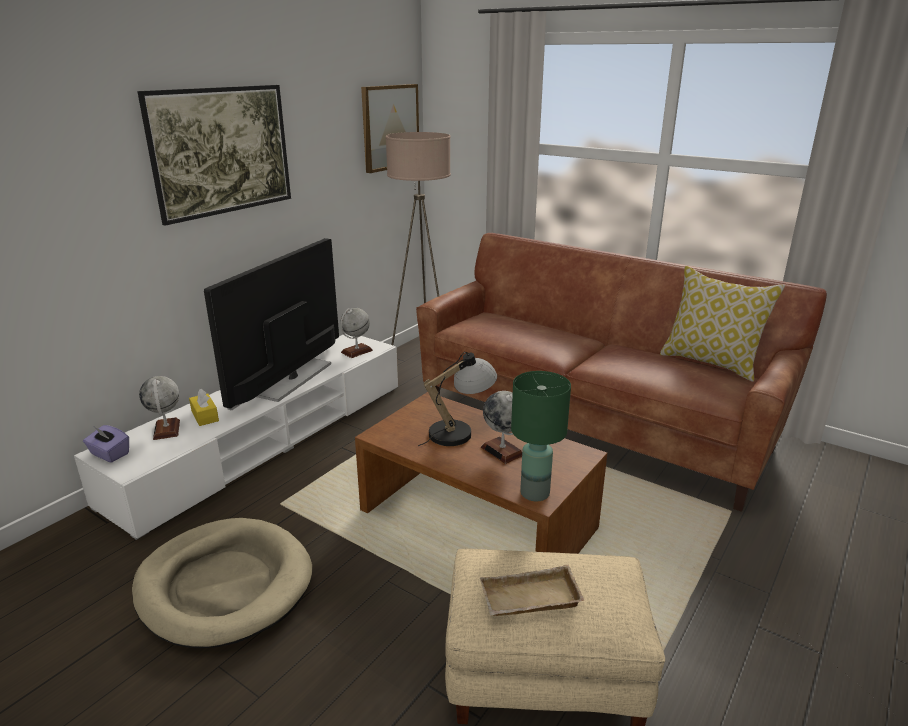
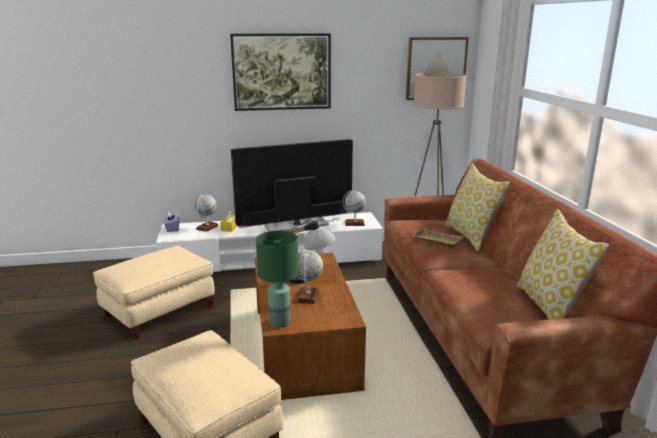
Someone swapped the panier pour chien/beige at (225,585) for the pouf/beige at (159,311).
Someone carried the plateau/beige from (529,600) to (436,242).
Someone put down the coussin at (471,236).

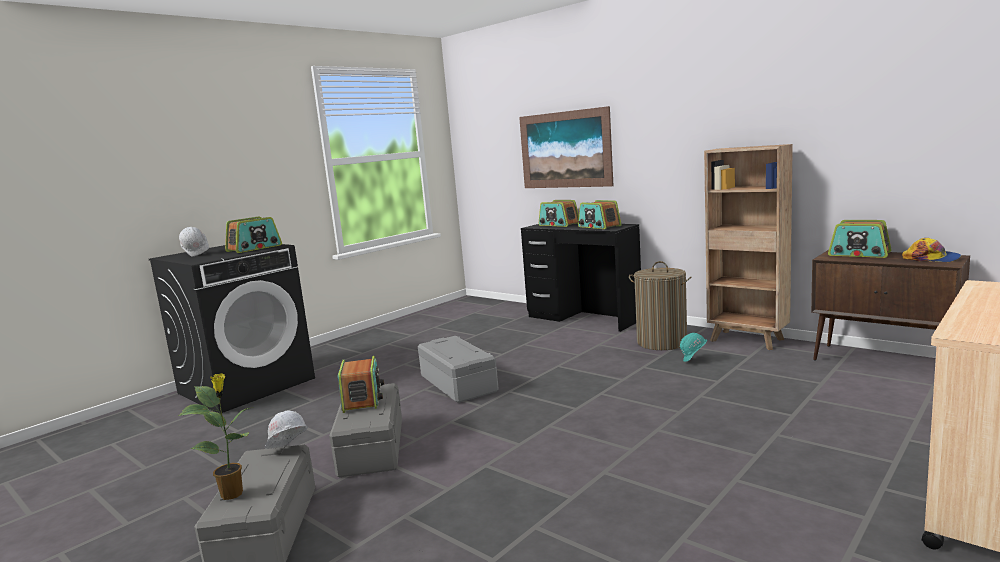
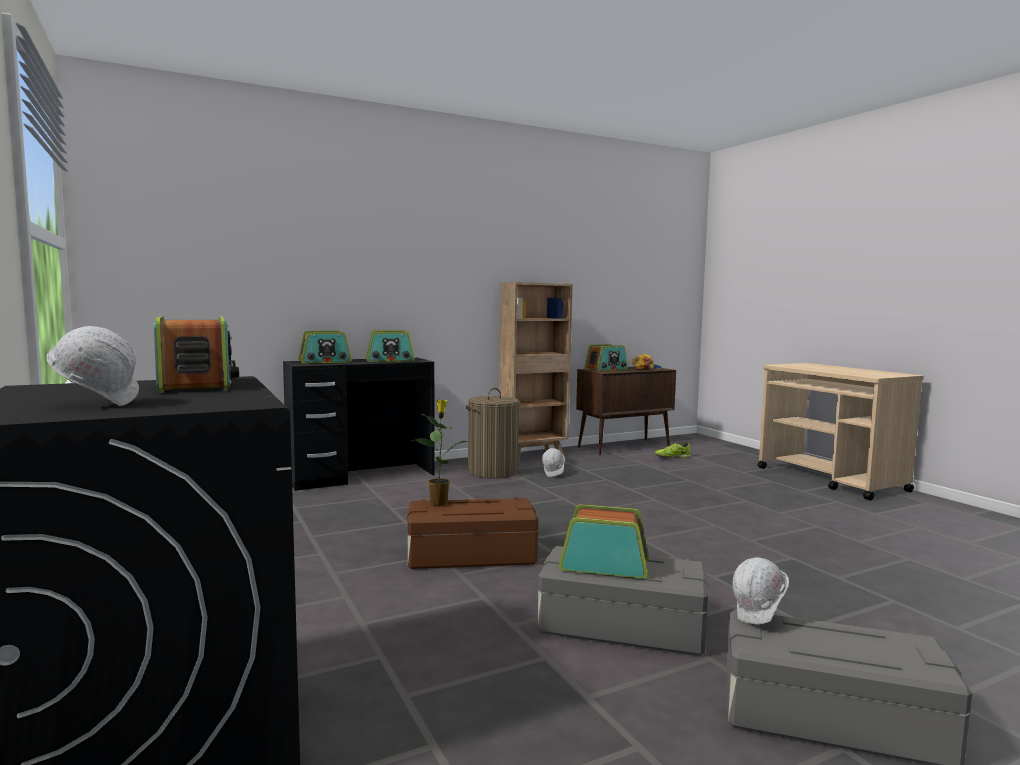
Someone repainted the boîte de rangement/gris at (457,384), which became the boîte de rangement/marron at (470,556).
Someone carried the plante en pot from (233,494) to (439,502).
Someone repainted the casque de chantier/turquoise at (694,361), which became the casque de chantier/blanc at (554,474).
Someone put down the chaussure at (672,457).
Someone took away the tableau at (565,150).

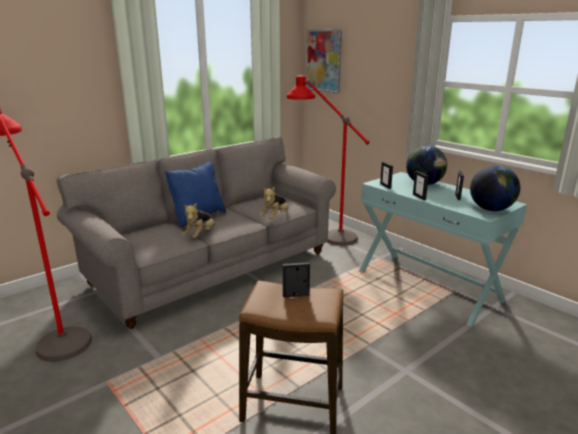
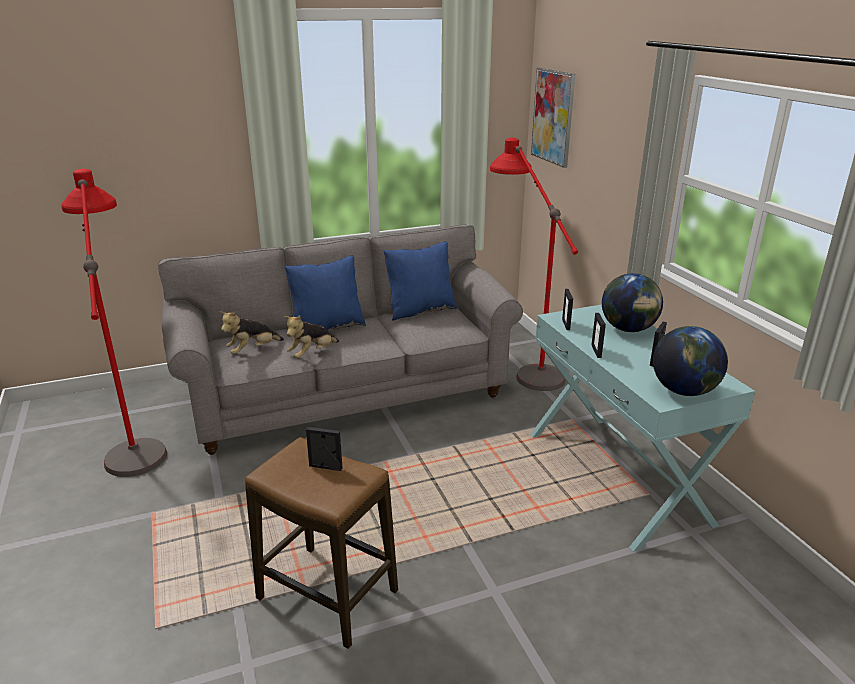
Someone carried the peluche from (275,217) to (252,350).
Someone put down the coussin/bleu at (420,310).

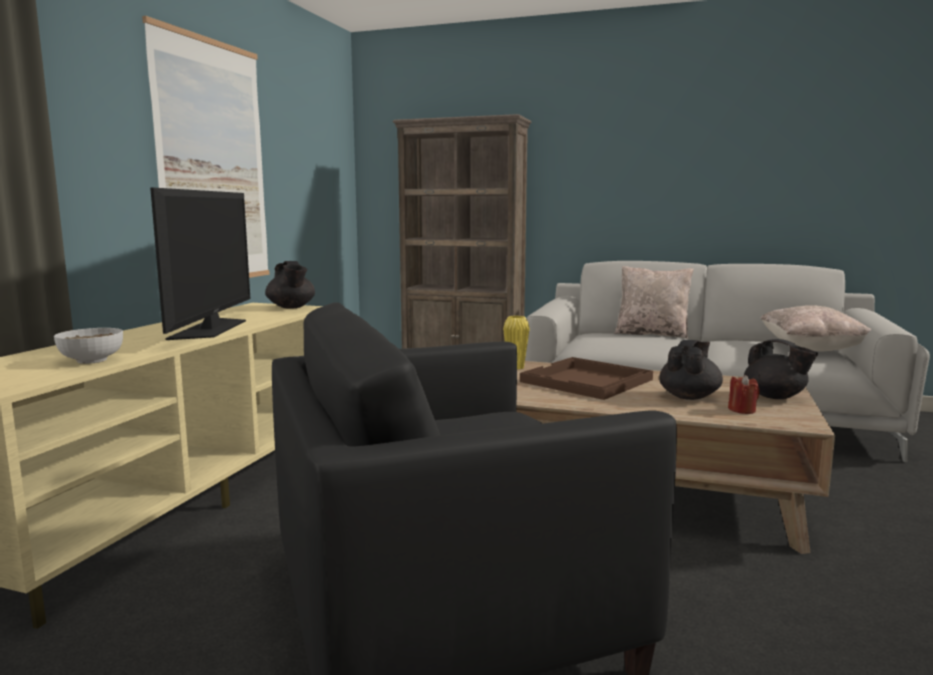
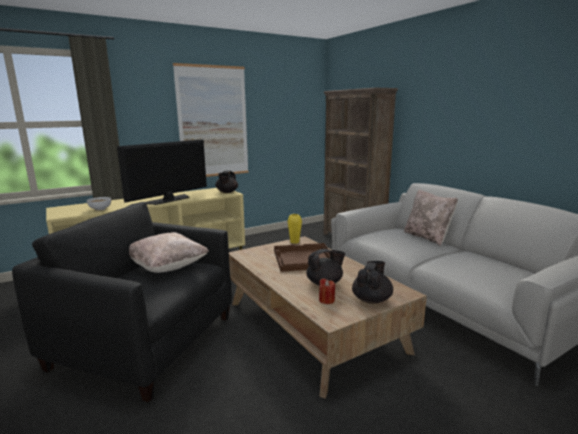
Someone carried the coussin/beige from (811,349) to (167,267).
Someone rotated the théière/noir at (775,397) by 150 degrees counterclockwise.

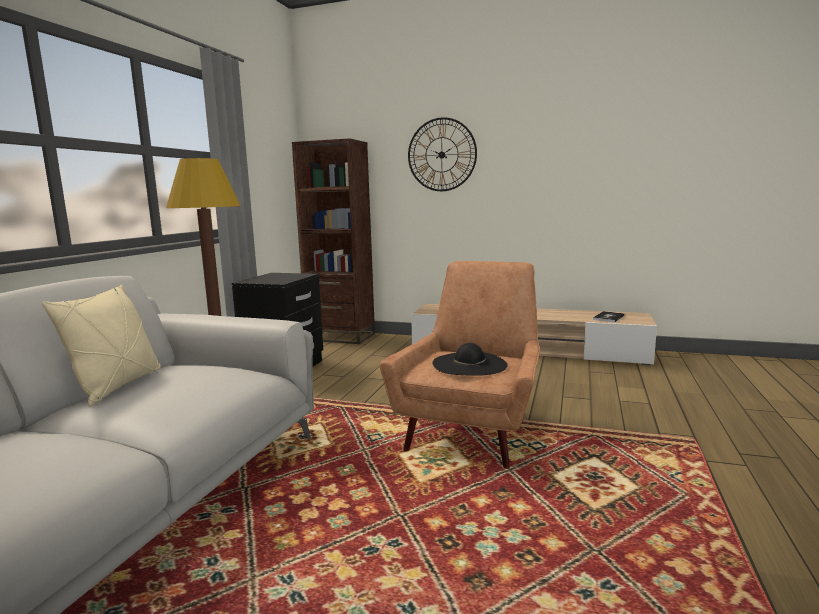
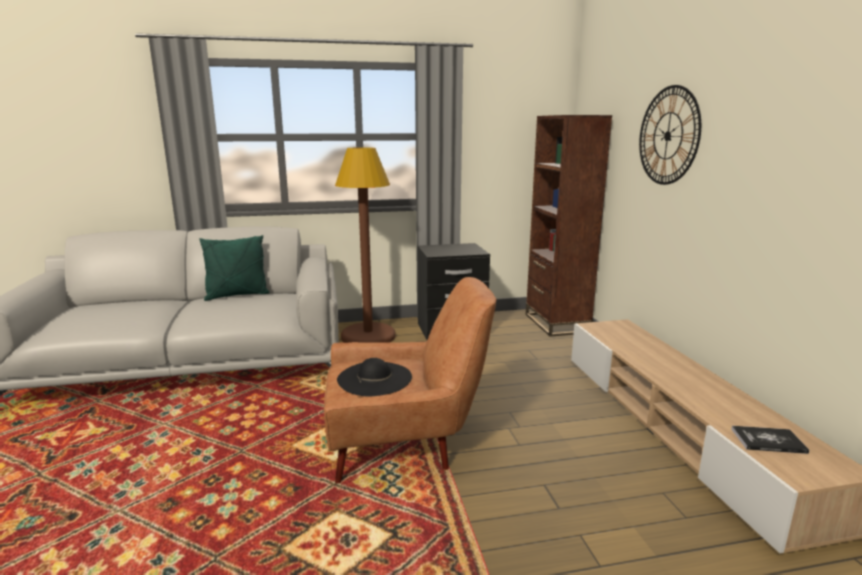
Someone repainted the coussin/beige at (117,386), which became the coussin/vert at (237,295).

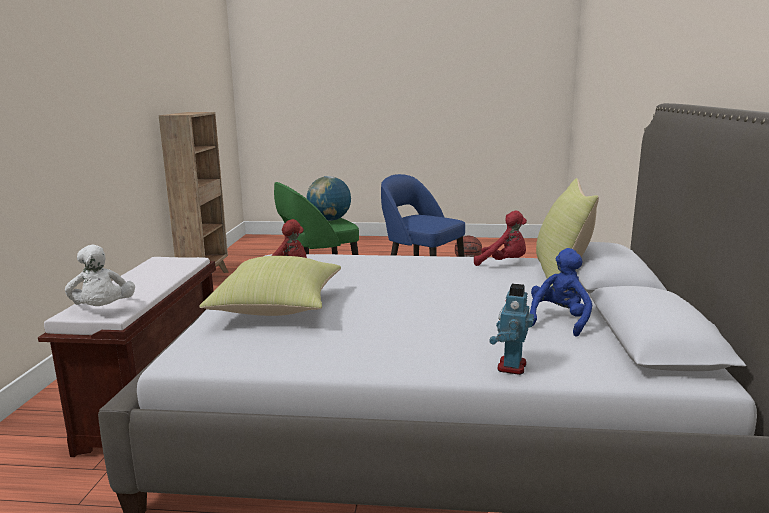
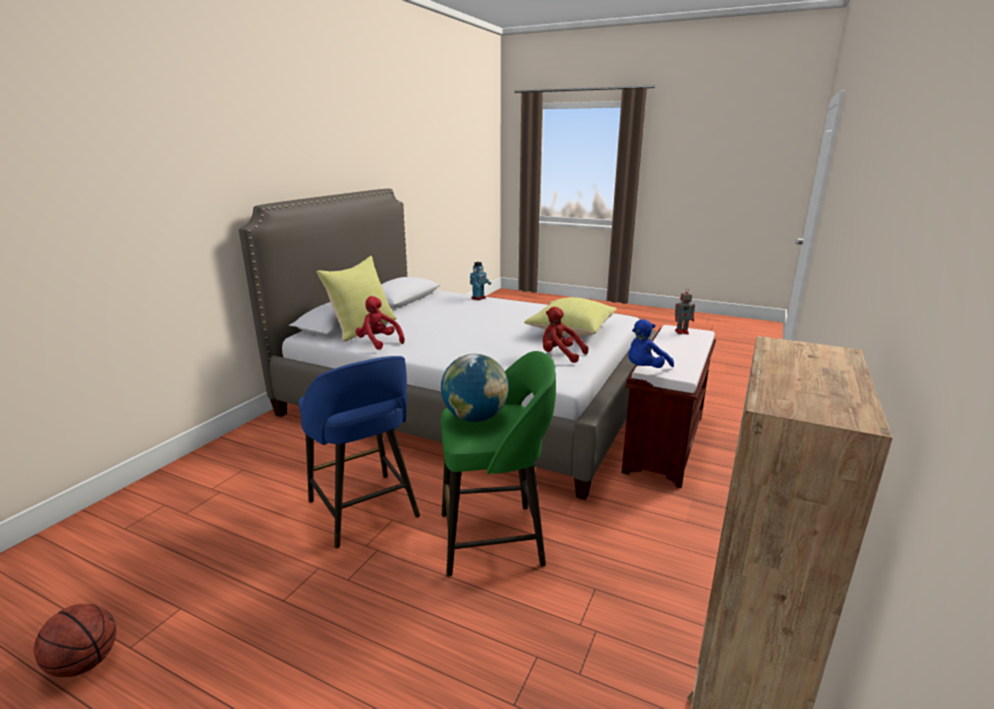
Someone carried the peluche/bleu from (559,320) to (645,369).
Someone swapped the peluche/blanc at (103,310) for the robot jouet at (682,332).

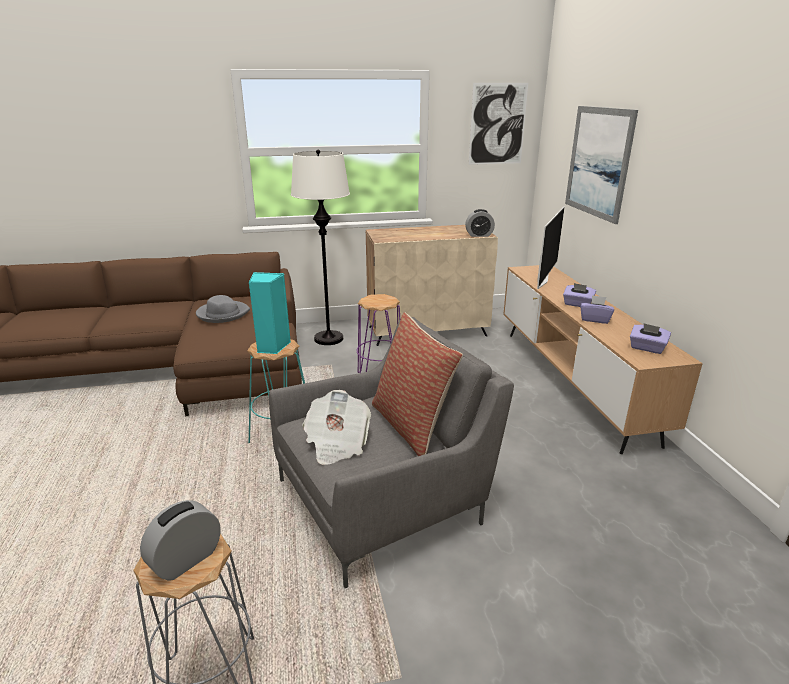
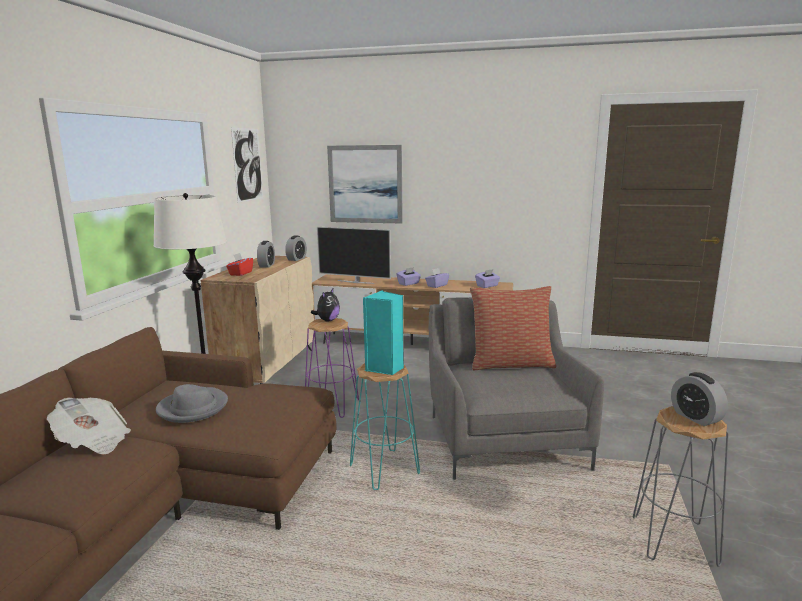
Someone carried the journal from (337,443) to (93,441).
Someone put down the boîte à mouchoirs/rouge at (240,273).
Someone put down the réveil at (266,265).
Someone put down the peluche at (327,320).
Someone rotated the téléviseur at (542,281) by 150 degrees clockwise.

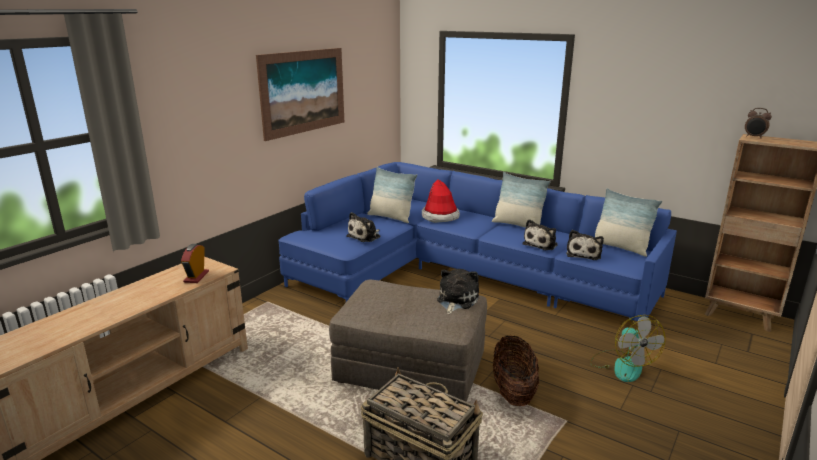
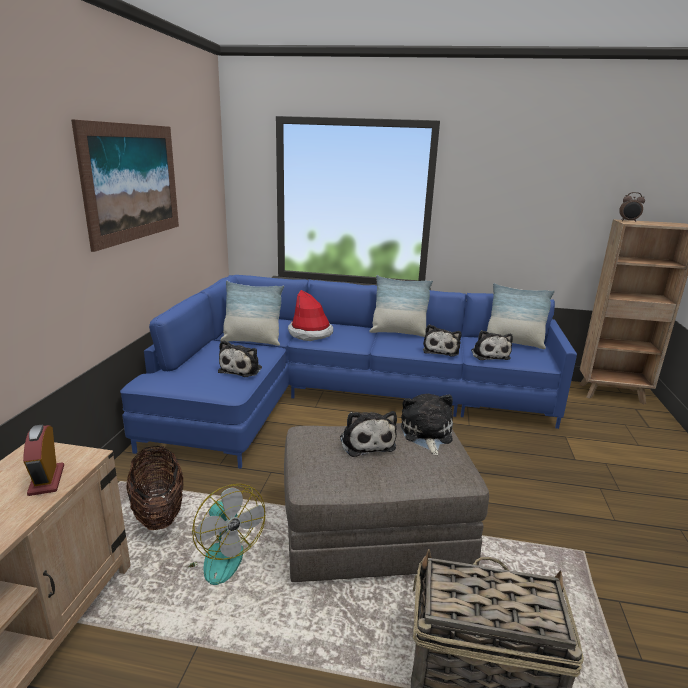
Someone carried the panier from (513,392) to (159,512).
Someone carried the ventilateur from (622,365) to (217,555).
Someone put down the peluche at (366,442).

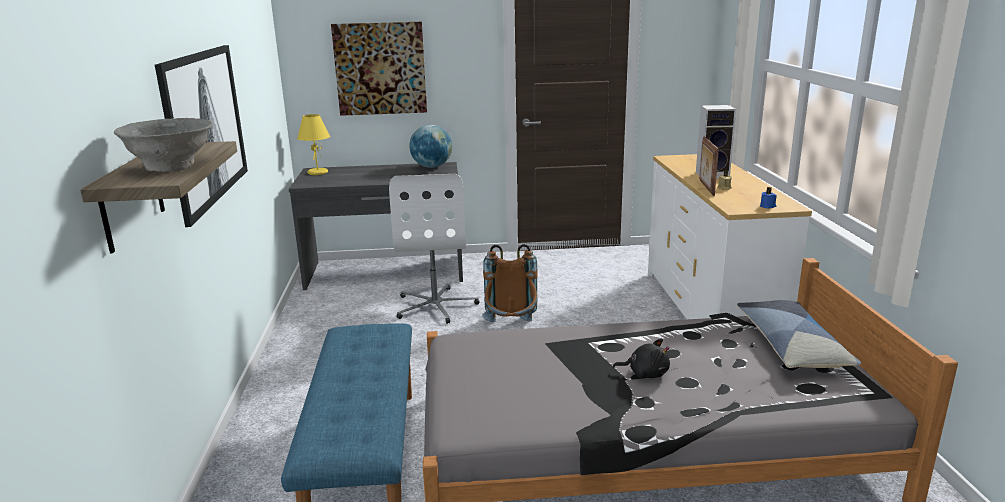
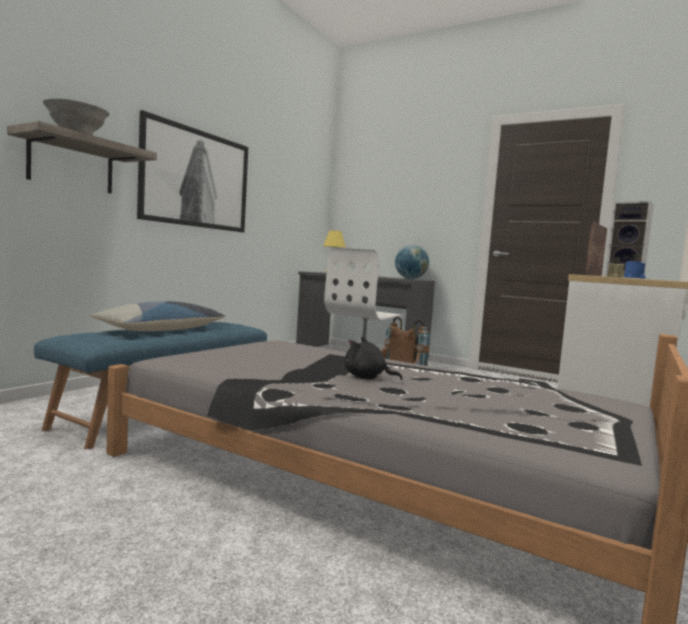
Someone carried the coussin from (791,346) to (162,329).
Someone rotated the peluche/noir at (645,373) by 150 degrees clockwise.
Someone took away the tableau at (380,68).

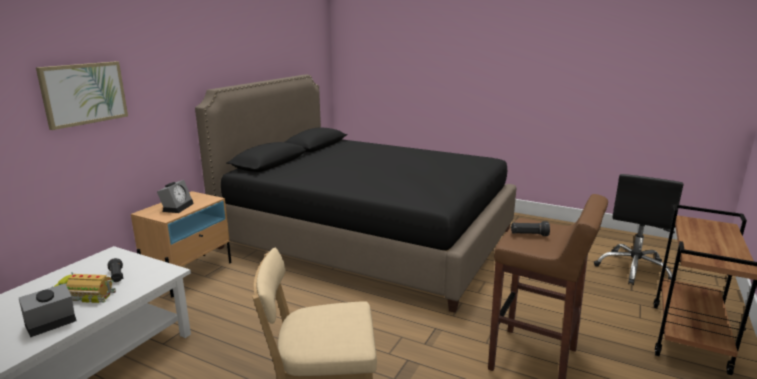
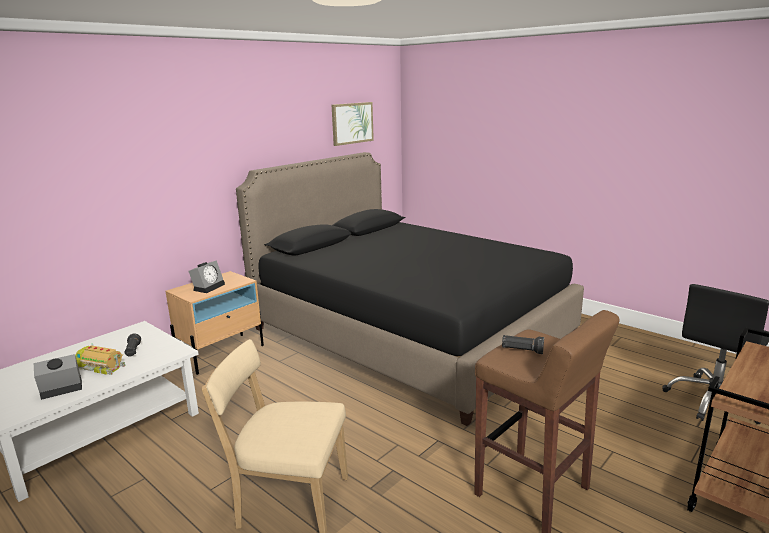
Someone carried the tableau from (84,93) to (352,123).

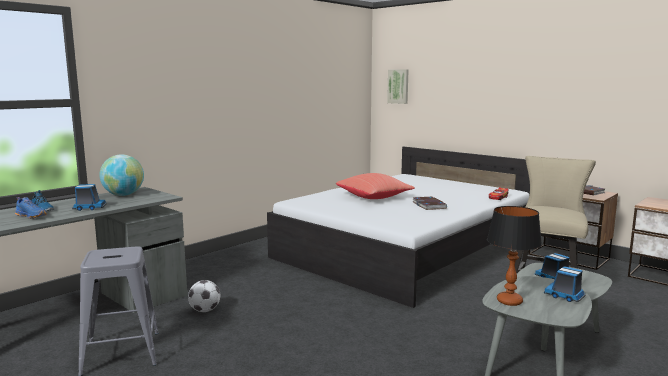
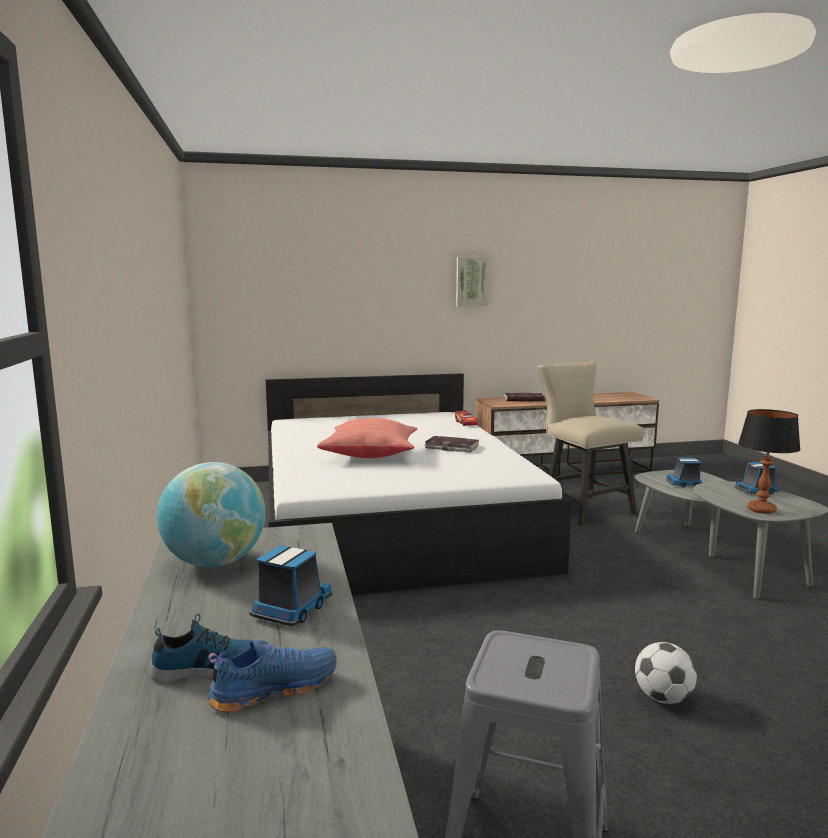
Someone carried the tableau from (398,86) to (472,281).
Someone carried the ballon de foot from (205,310) to (663,698).

